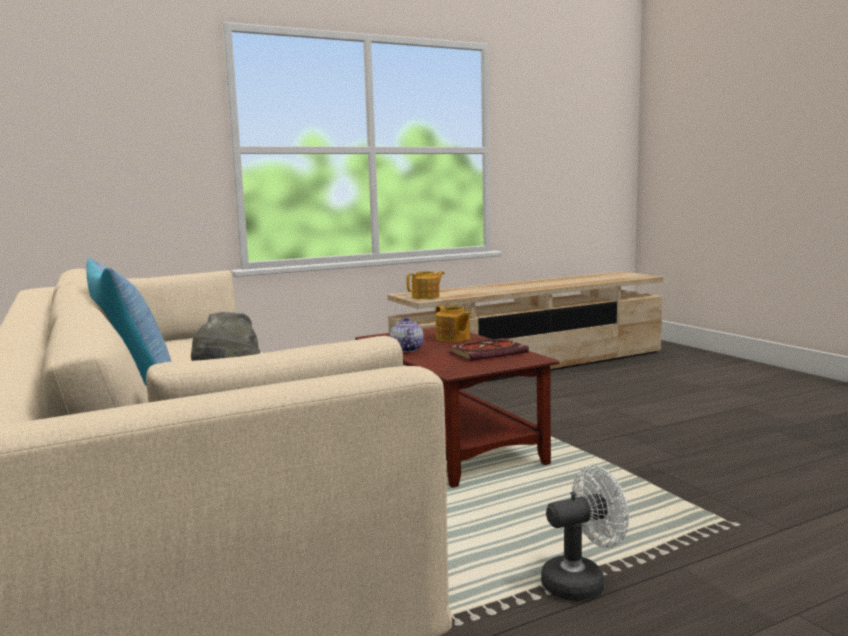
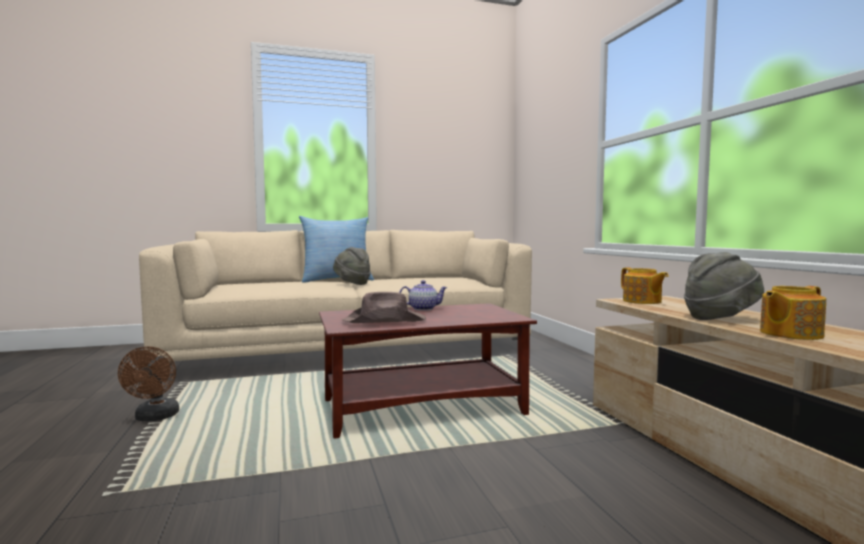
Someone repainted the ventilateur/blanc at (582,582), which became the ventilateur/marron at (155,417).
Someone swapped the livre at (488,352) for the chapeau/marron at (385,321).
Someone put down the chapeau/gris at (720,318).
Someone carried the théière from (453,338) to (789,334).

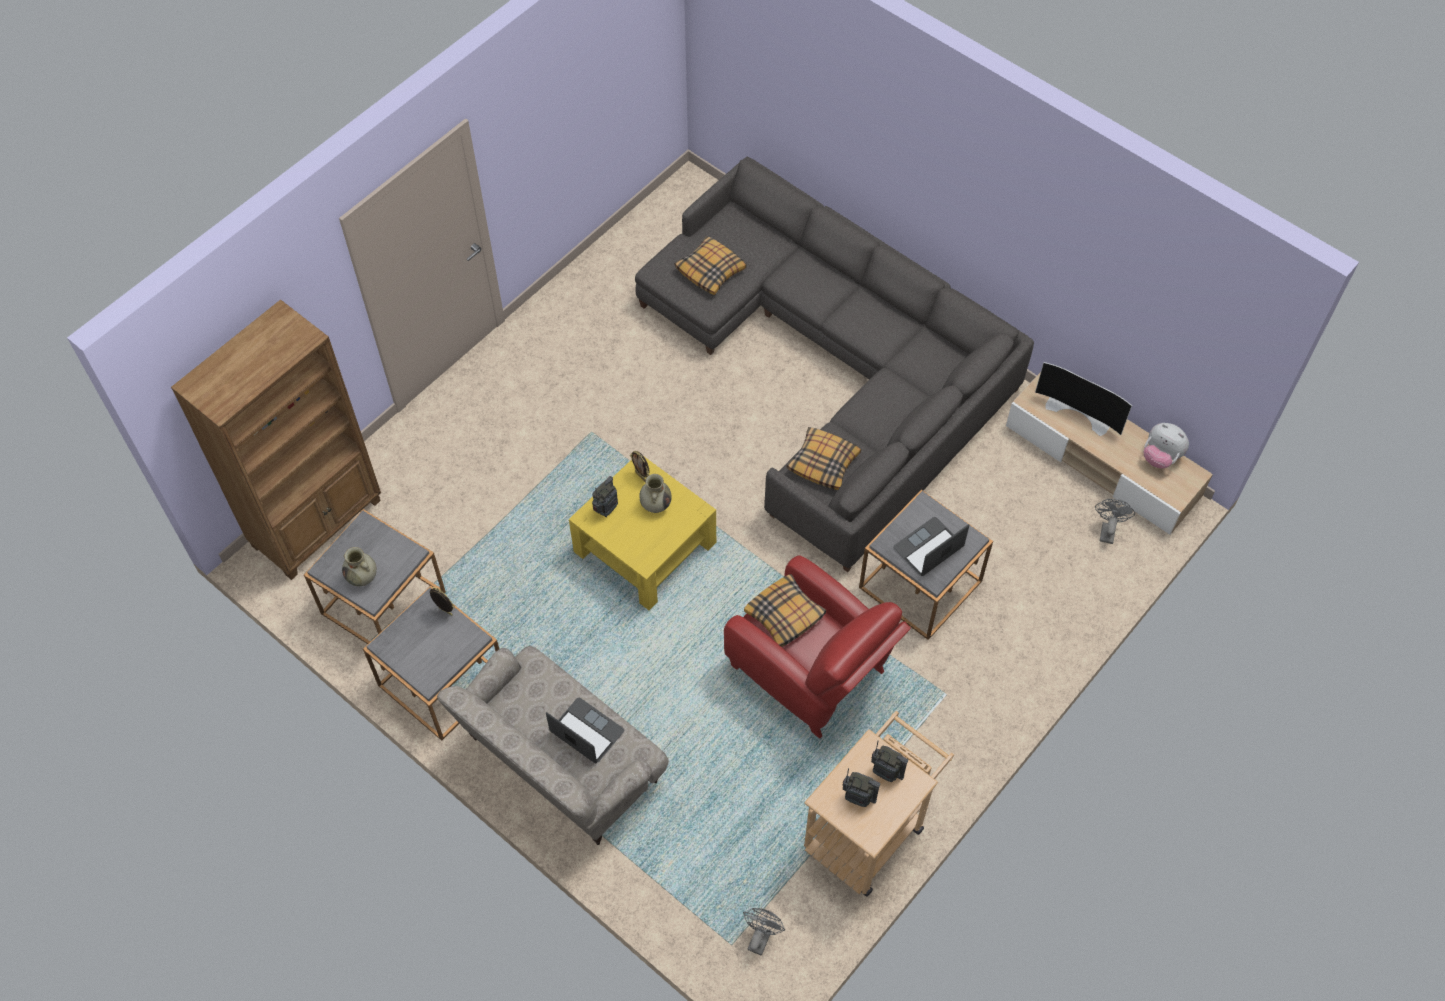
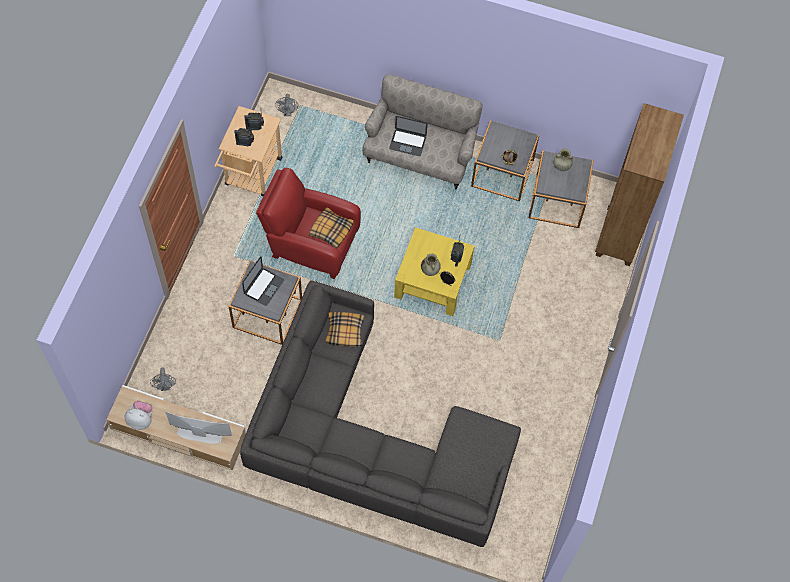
Someone took away the coussin at (710,270).

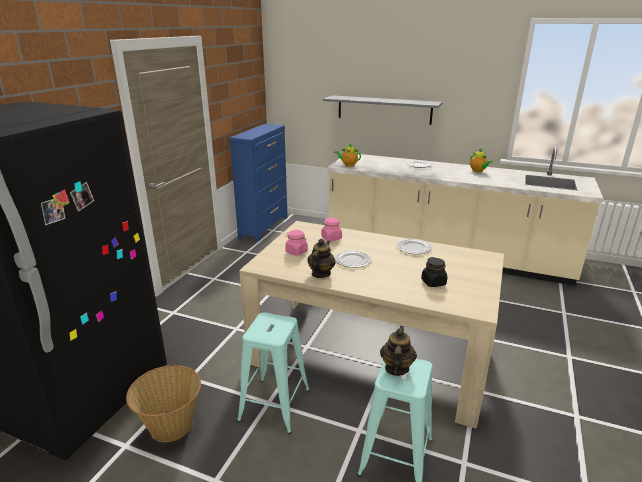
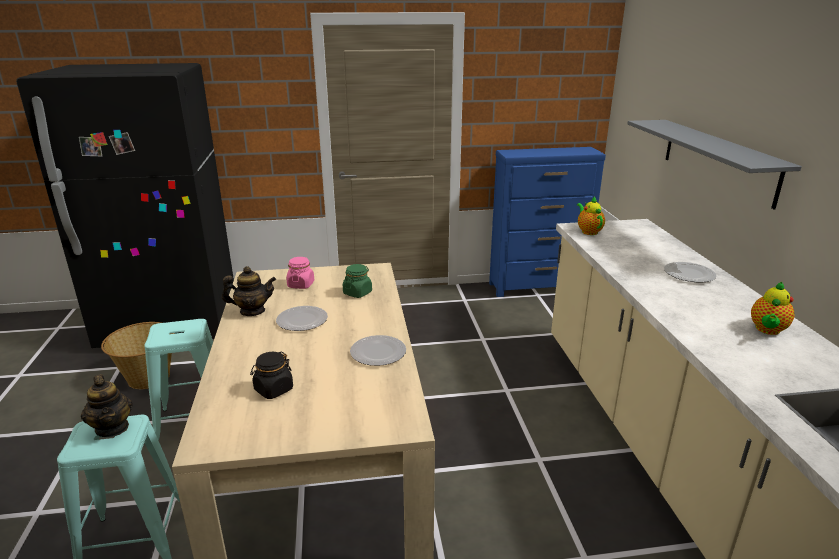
Someone rotated the théière at (396,368) by 75 degrees clockwise.
Someone repainted the bocal/rose at (331,238), which became the bocal/vert at (357,293).

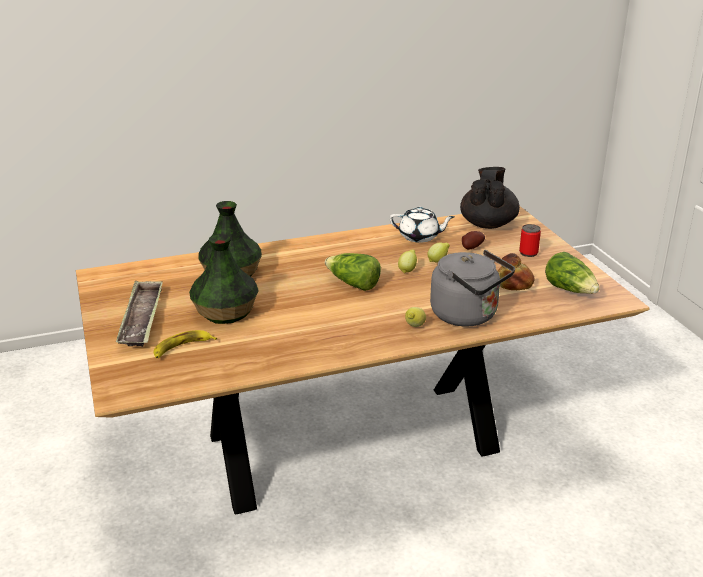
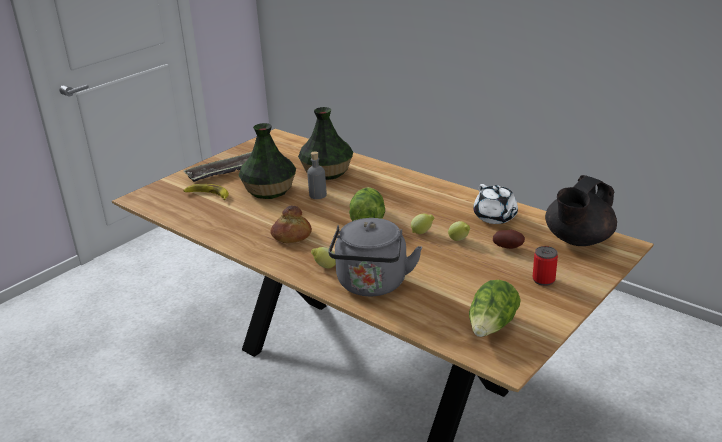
Someone carried the pain from (513,284) to (291,236).
Someone put down the bouteille/gris at (317,195).
Someone rotated the théière/noir at (488,224) by 150 degrees clockwise.

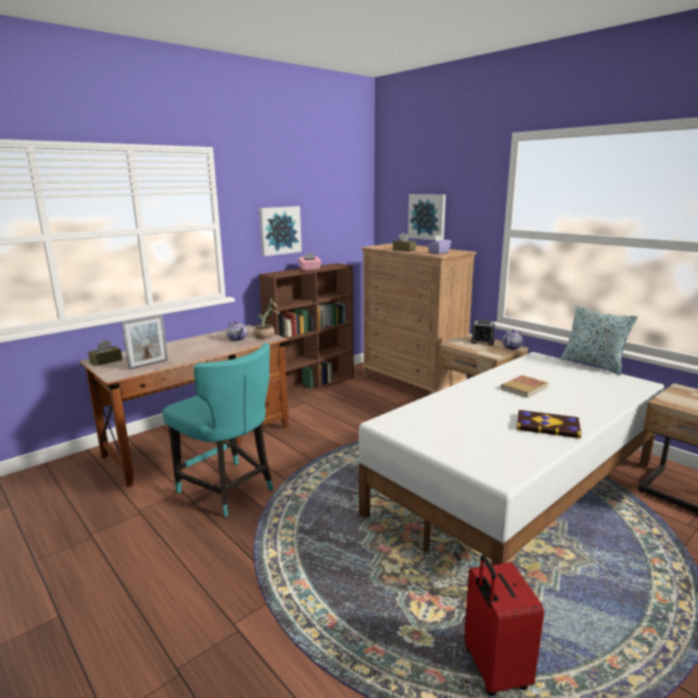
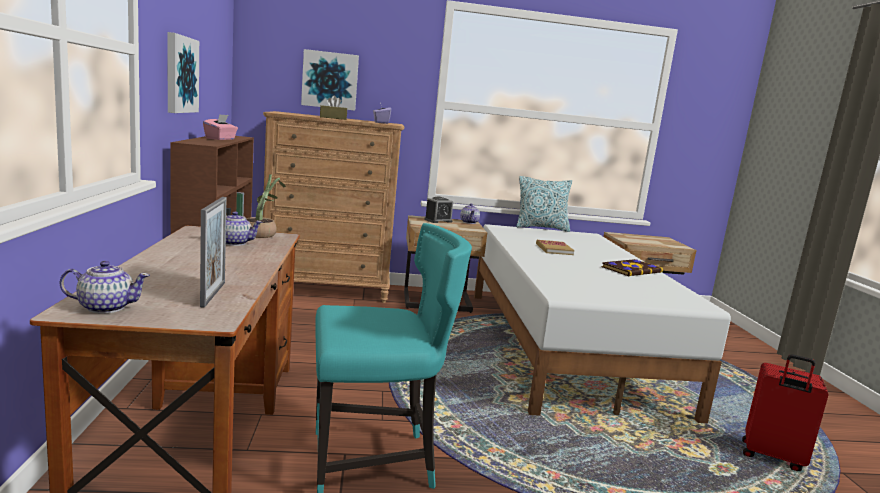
Someone swapped the boîte à mouchoirs/marron at (106,361) for the théière at (105,307).

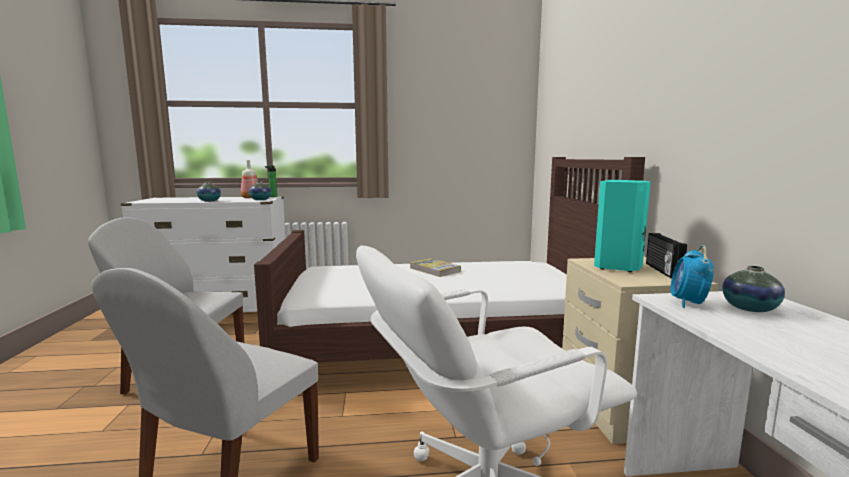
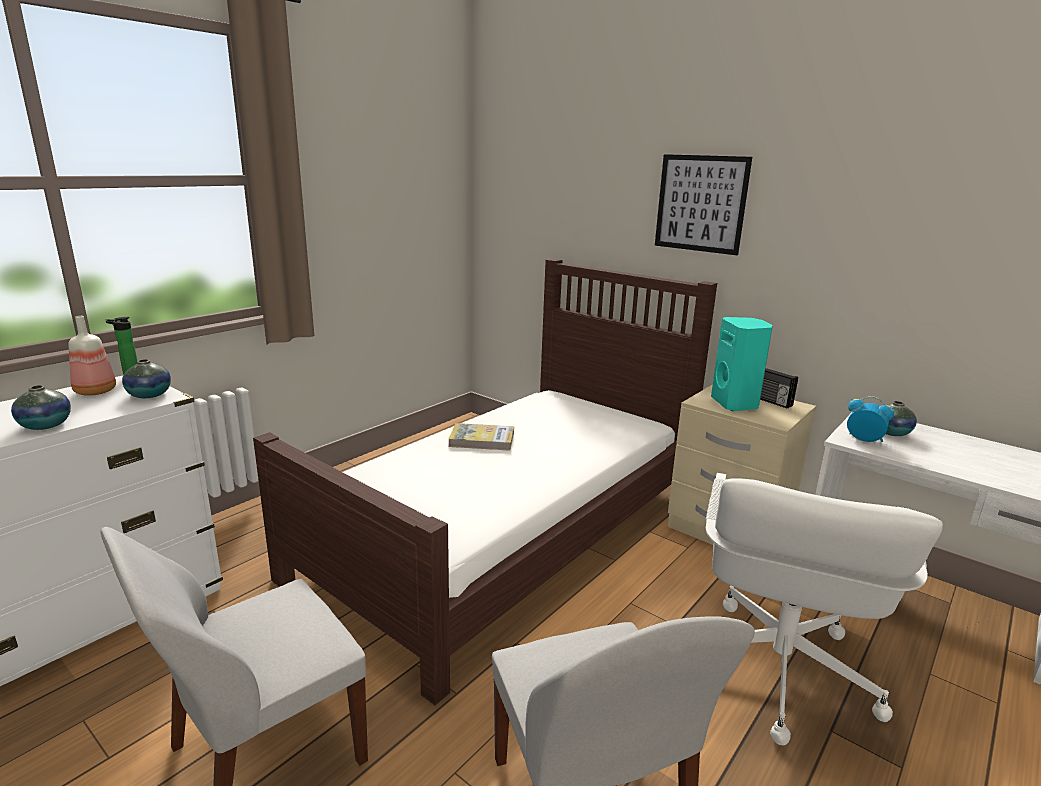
Someone put up the tableau at (700,203).
Someone rotated the réveil at (688,303) by 150 degrees clockwise.

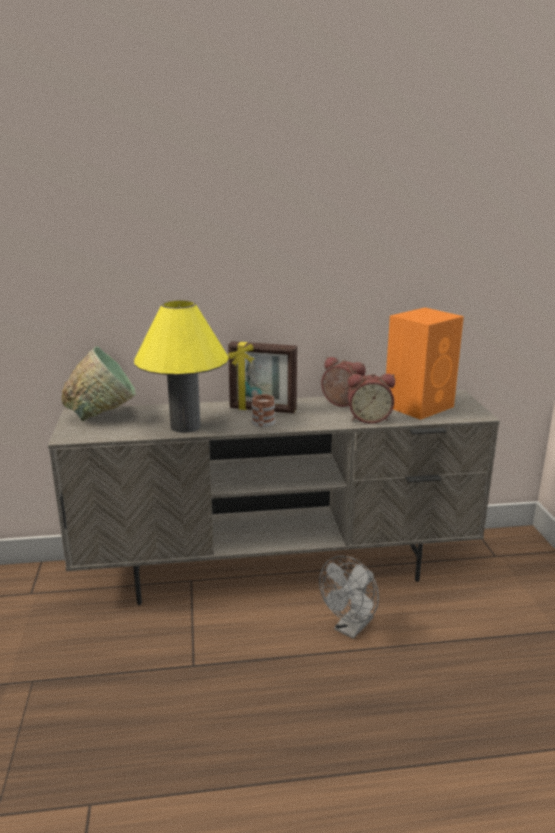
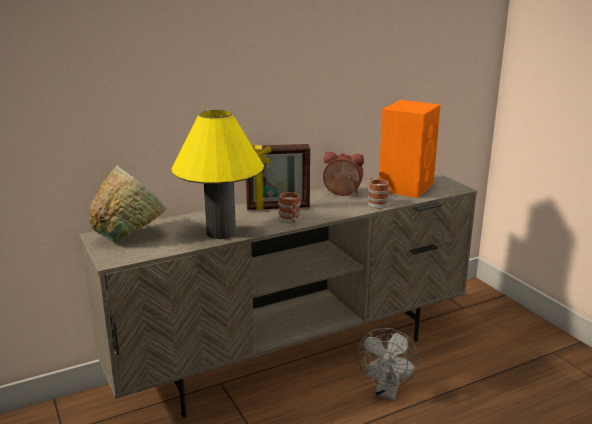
Someone swapped the réveil at (369,418) for the mug at (376,203).

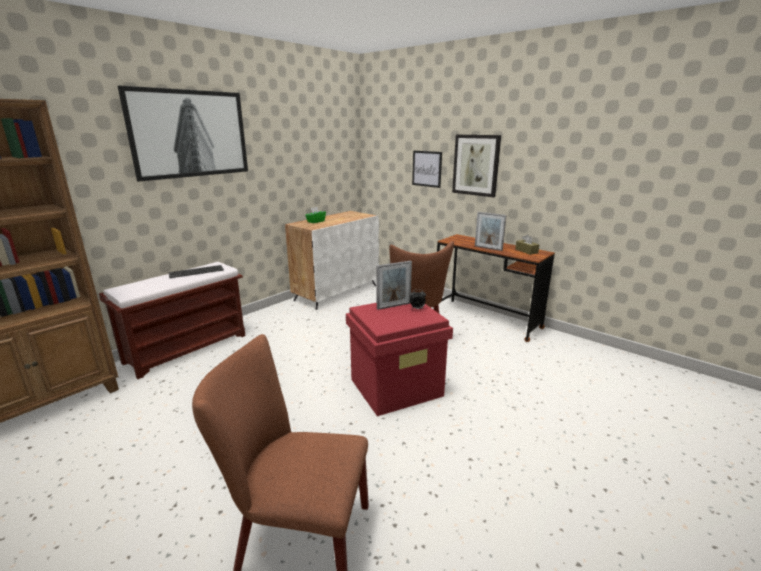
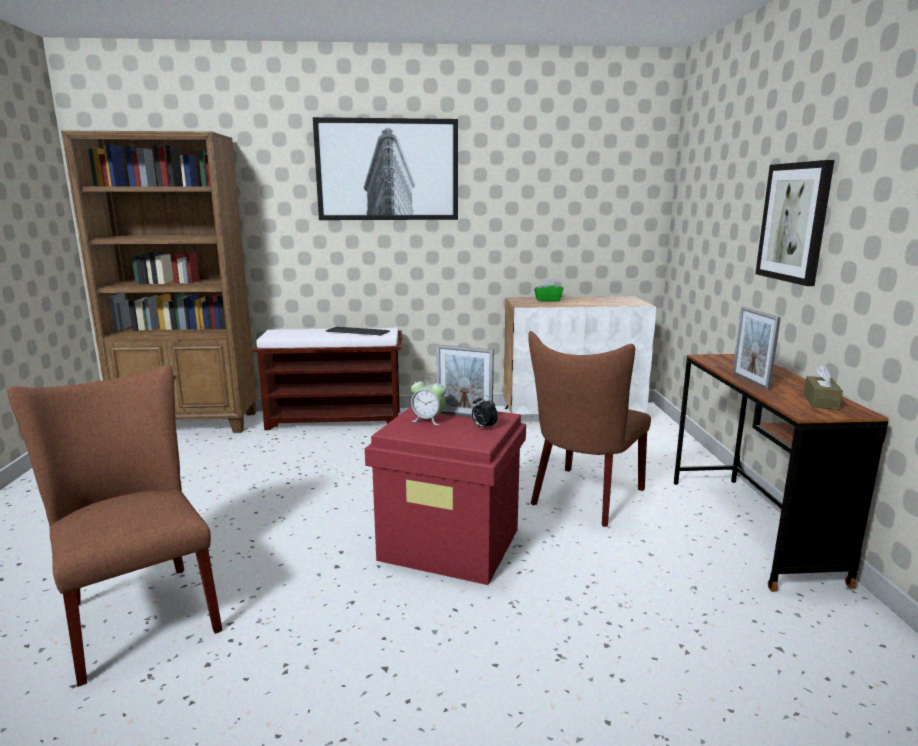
Someone put down the réveil at (428,420).
Someone took away the tableau at (427,168).

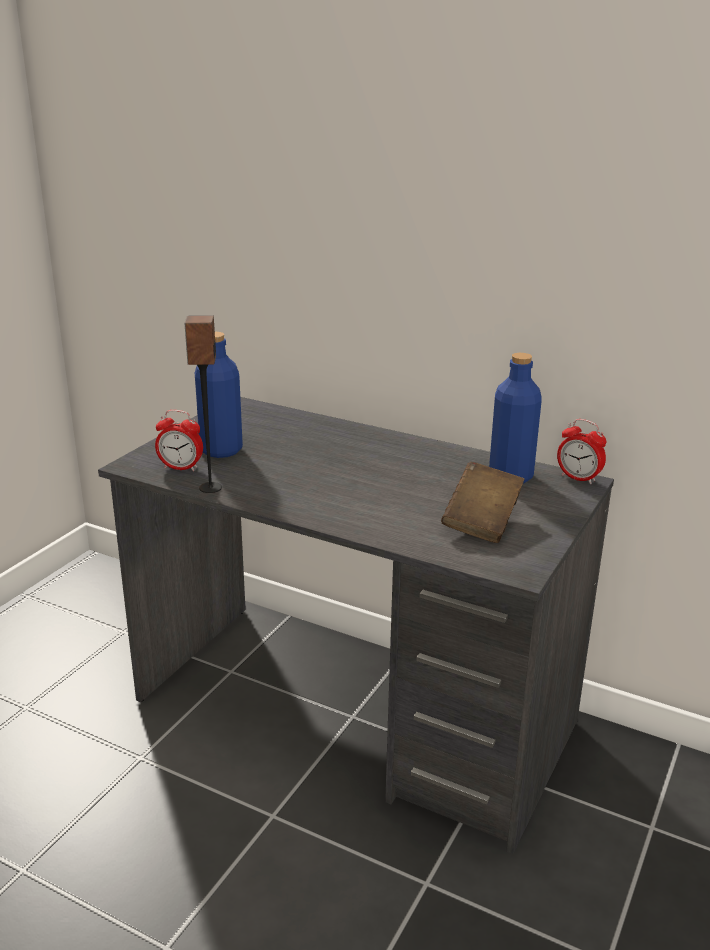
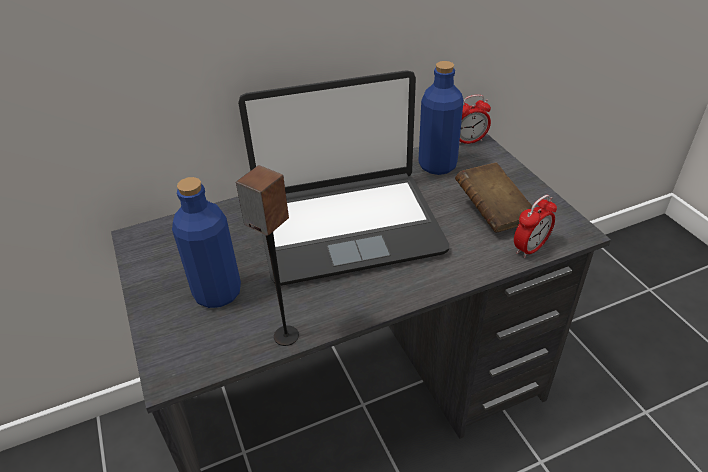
Someone put down the ordinateur portable at (347,226).
Someone carried the réveil from (181,468) to (530,248).

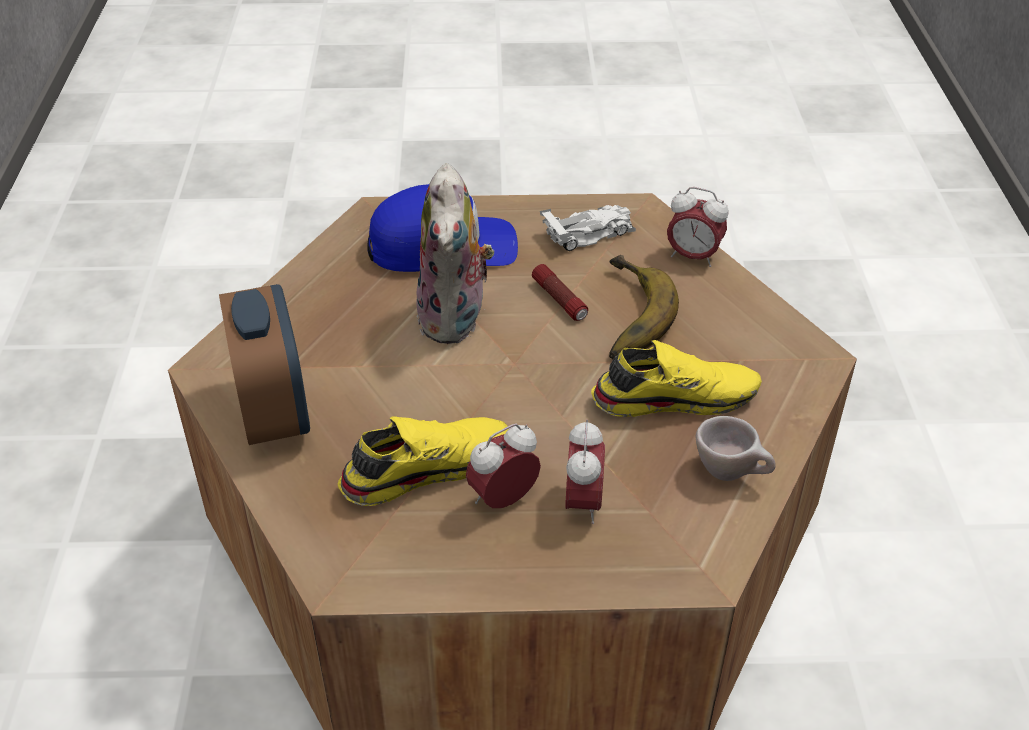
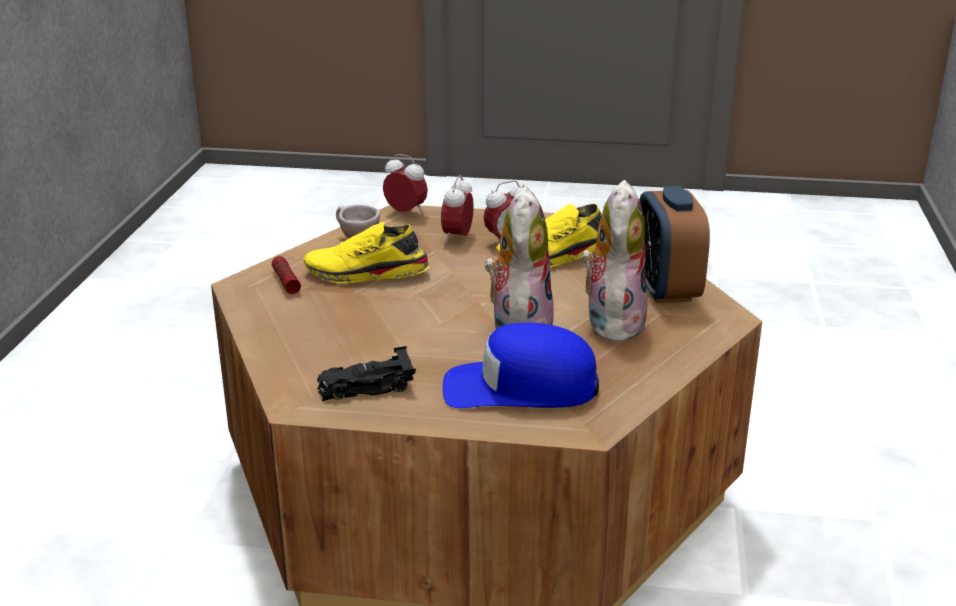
Someone carried the lampe de poche from (559,300) to (286,281).
Someone repainted the petite voiture/blanc at (589,233), which became the petite voiture/noir at (365,386).
Someone carried the réveil from (693,257) to (406,213).
Someone put down the peluche at (612,322).
Someone took away the banane at (622,316).

